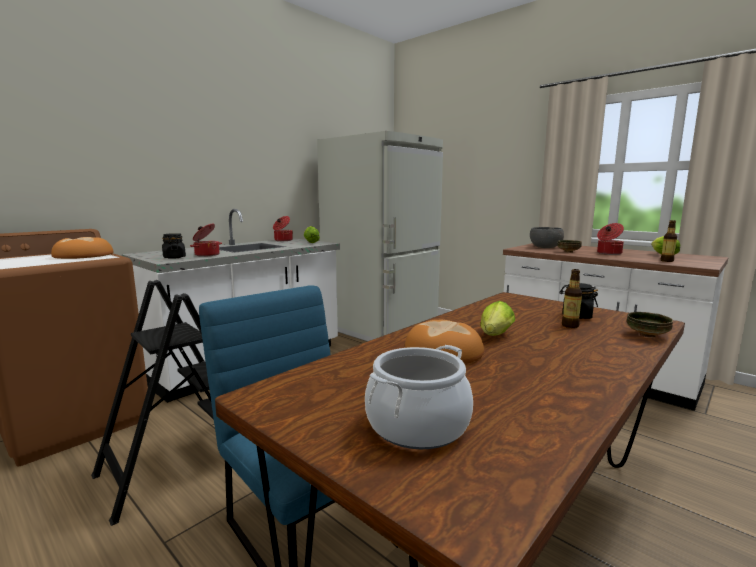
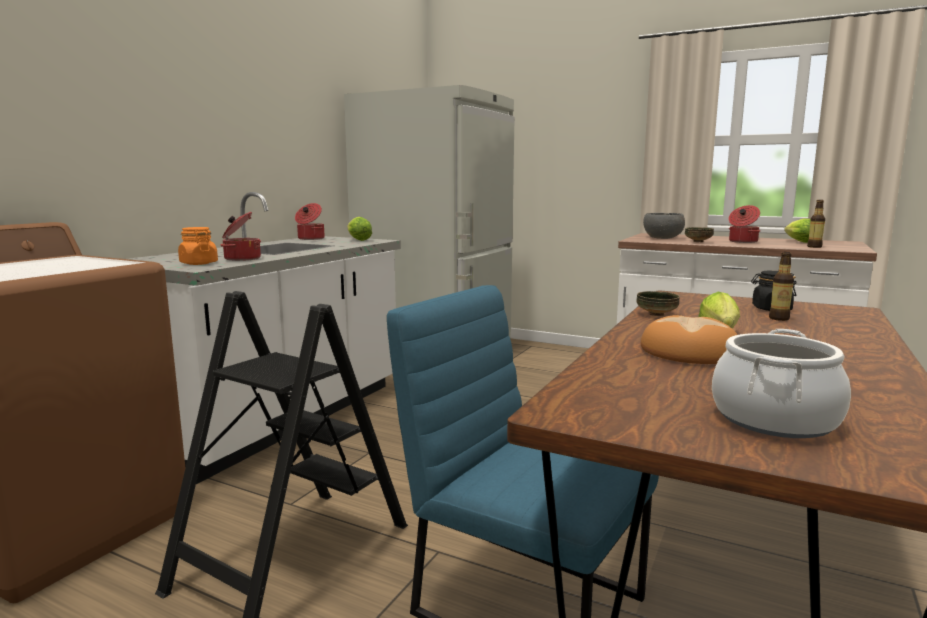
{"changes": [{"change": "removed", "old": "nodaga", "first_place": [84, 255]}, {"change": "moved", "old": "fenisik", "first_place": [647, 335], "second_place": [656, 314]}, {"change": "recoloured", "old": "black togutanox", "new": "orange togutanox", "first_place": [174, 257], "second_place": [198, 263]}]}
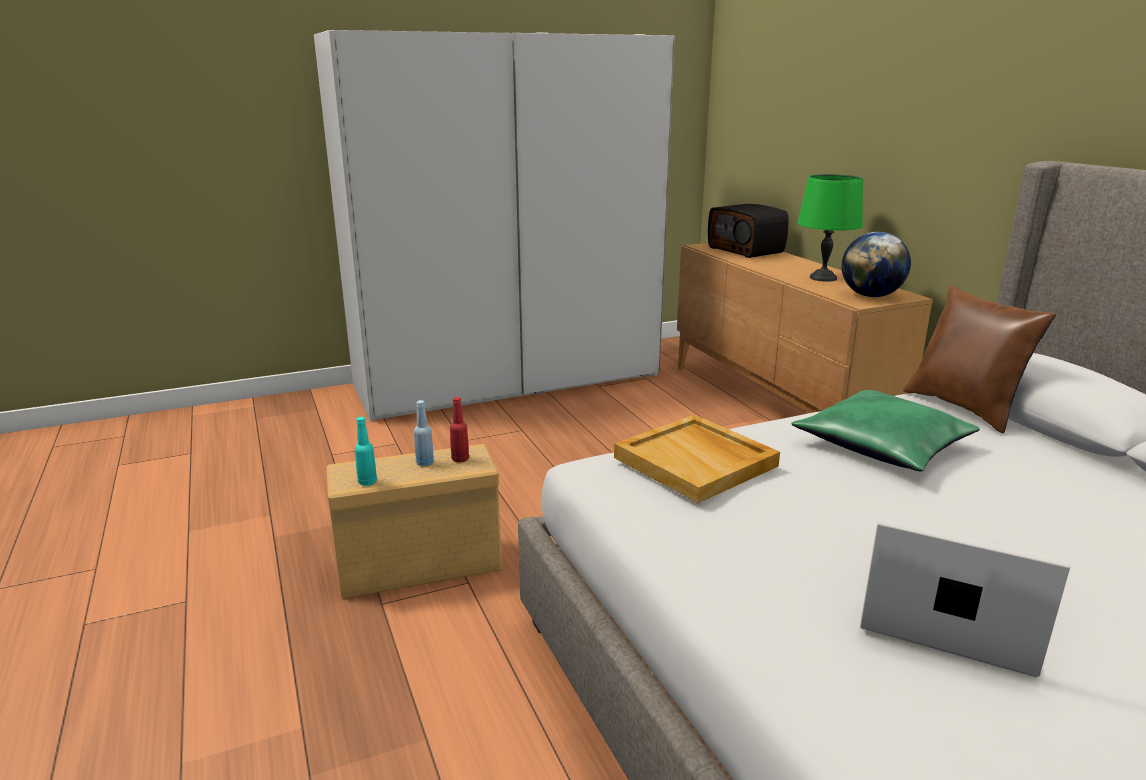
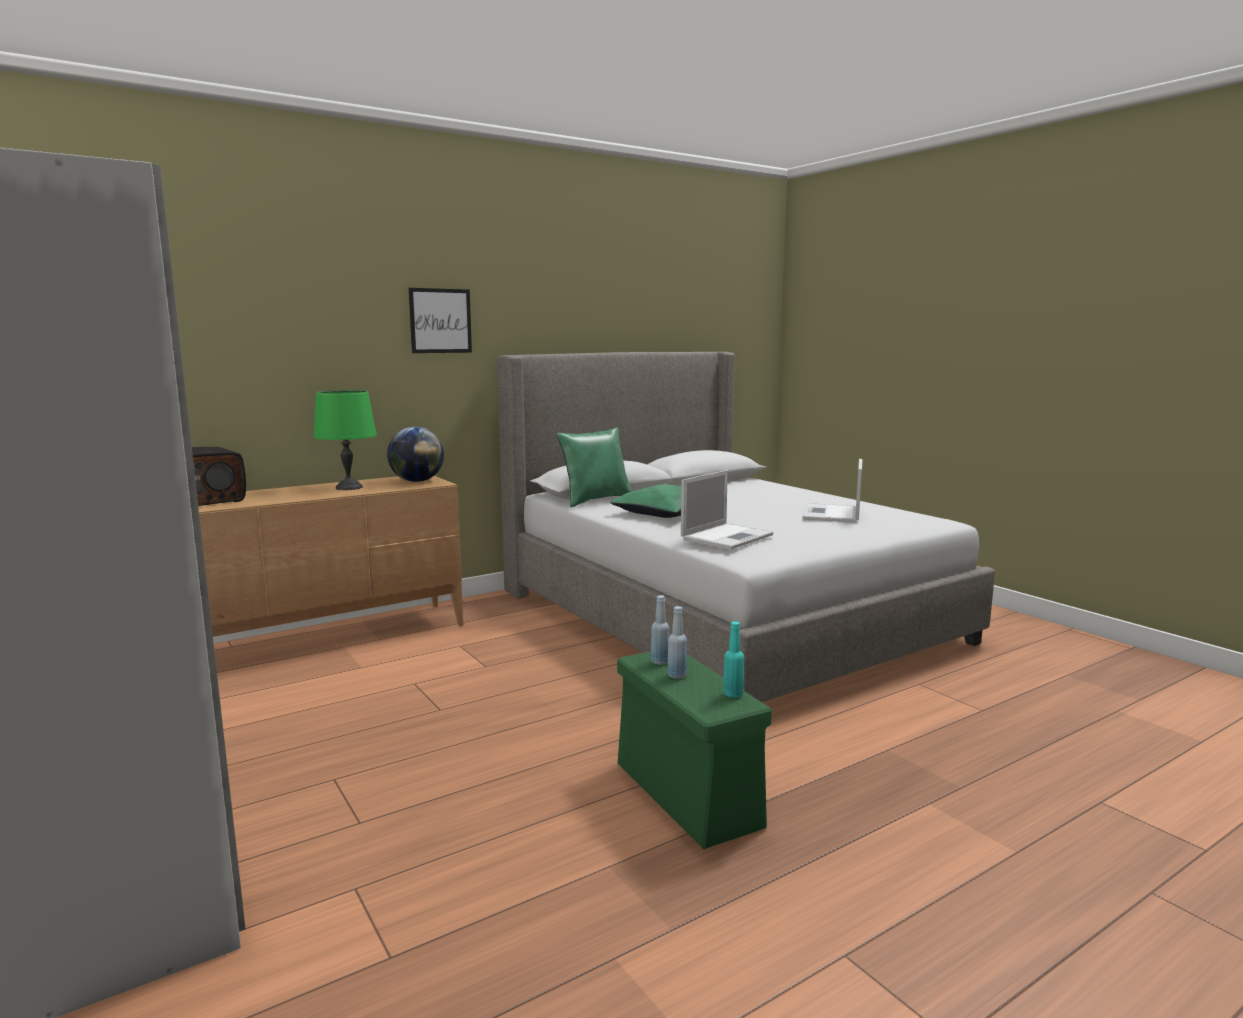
{"changes": [{"change": "added", "new": "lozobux", "second_place": [440, 321]}, {"change": "replaced", "old": "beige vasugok", "new": "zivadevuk", "first_place": [697, 462], "second_place": [727, 537]}, {"change": "recoloured", "old": "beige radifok", "new": "green radifok", "first_place": [422, 565], "second_place": [685, 793]}, {"change": "recoloured", "old": "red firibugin", "new": "blue firibugin", "first_place": [460, 459], "second_place": [660, 662]}, {"change": "recoloured", "old": "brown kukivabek", "new": "green kukivabek", "first_place": [965, 408], "second_place": [596, 500]}]}
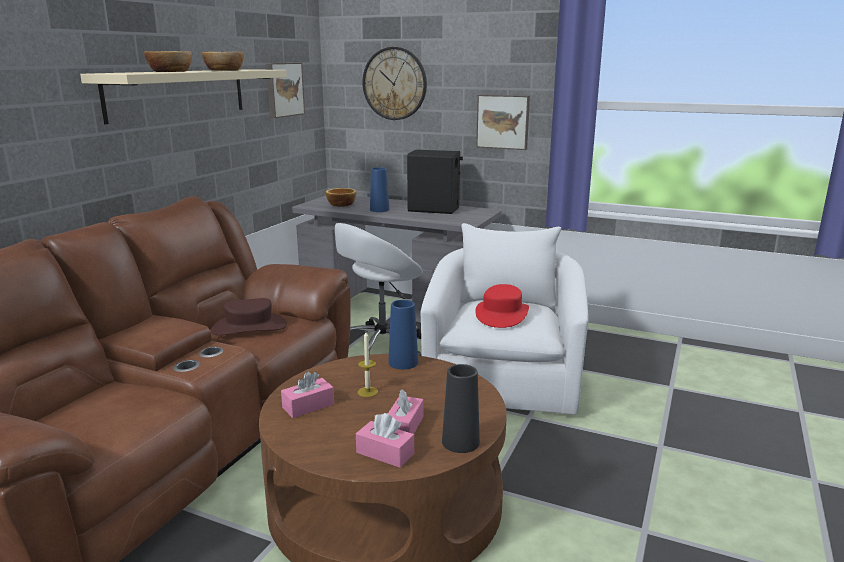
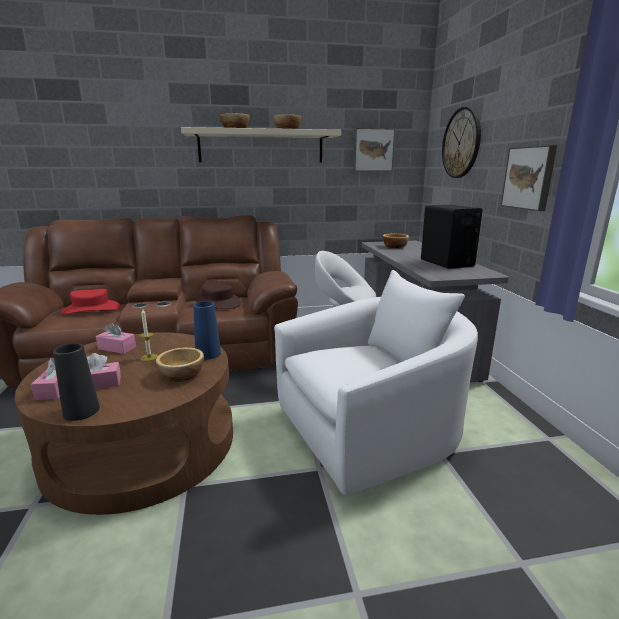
{"changes": [{"change": "removed", "old": "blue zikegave", "first_place": [379, 210]}, {"change": "added", "new": "fenisik", "second_place": [183, 374]}, {"change": "moved", "old": "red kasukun", "first_place": [502, 314], "second_place": [91, 309]}]}
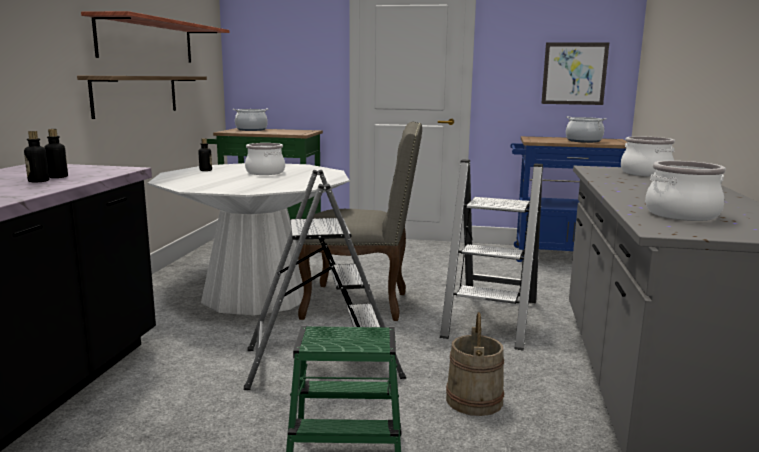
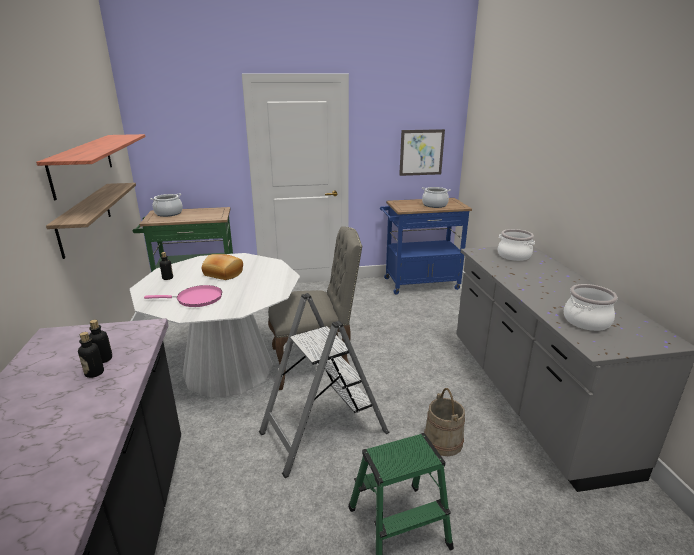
{"changes": [{"change": "removed", "old": "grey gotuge", "first_place": [492, 317]}, {"change": "added", "new": "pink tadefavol", "second_place": [196, 299]}, {"change": "replaced", "old": "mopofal", "new": "nodaga", "first_place": [265, 172], "second_place": [223, 274]}]}
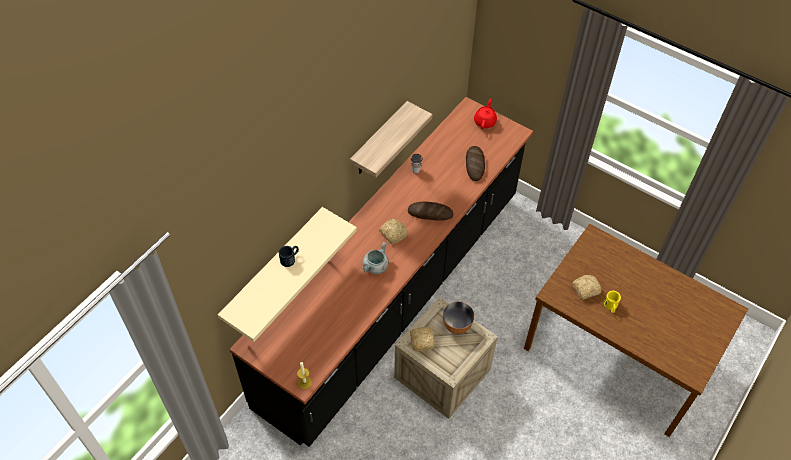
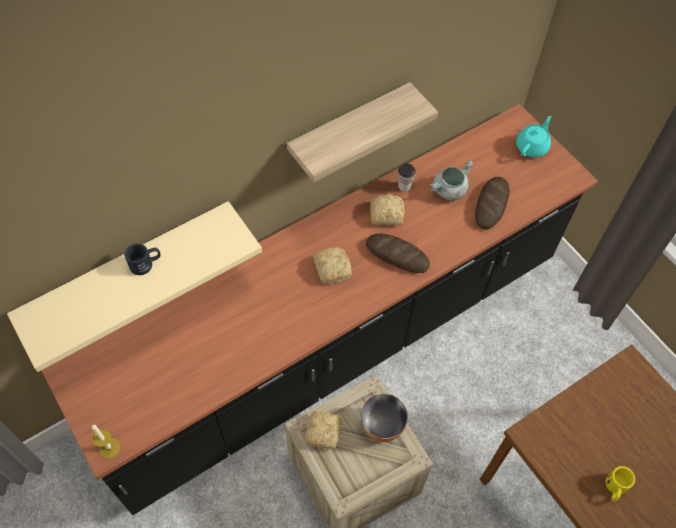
{"changes": [{"change": "moved", "old": "grey mopofal", "first_place": [375, 267], "second_place": [449, 191]}, {"change": "moved", "old": "nodaga", "first_place": [585, 289], "second_place": [385, 214]}, {"change": "recoloured", "old": "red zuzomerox", "new": "turquoise zuzomerox", "first_place": [485, 121], "second_place": [532, 147]}]}
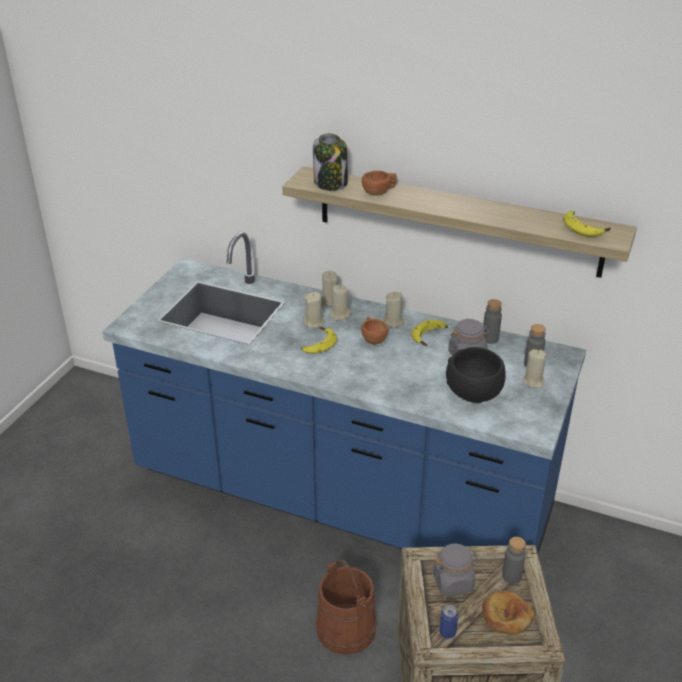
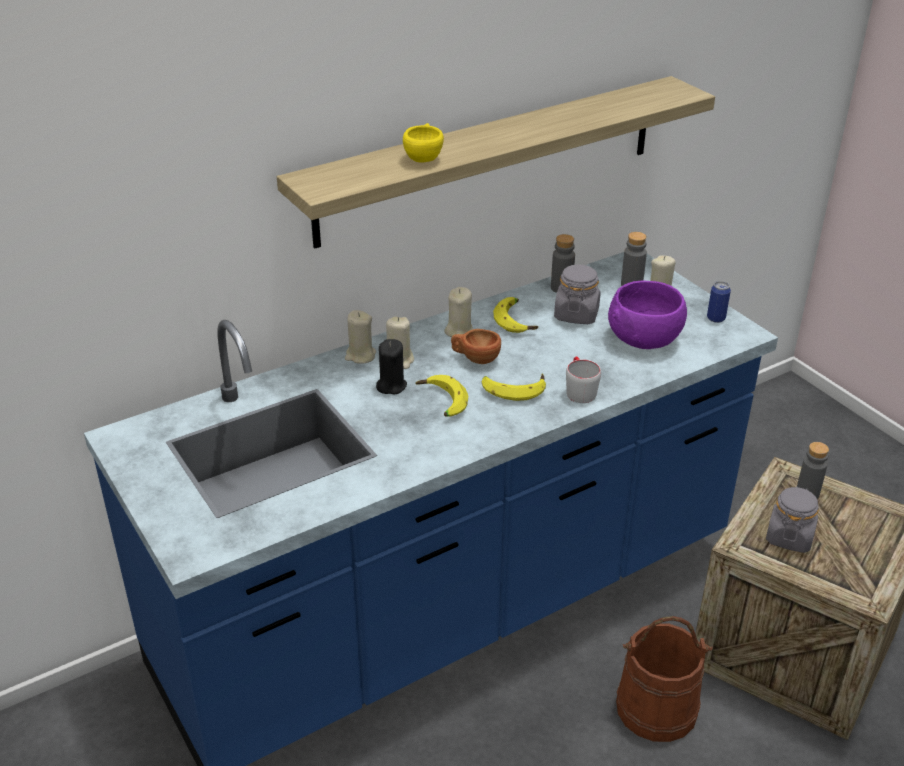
{"changes": [{"change": "removed", "old": "togutanox", "first_place": [331, 183]}, {"change": "removed", "old": "nodaga", "first_place": [506, 616]}, {"change": "added", "new": "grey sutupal", "second_place": [579, 390]}, {"change": "moved", "old": "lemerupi", "first_place": [447, 632], "second_place": [716, 318]}, {"change": "moved", "old": "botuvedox", "first_place": [584, 228], "second_place": [514, 389]}, {"change": "recoloured", "old": "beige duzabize", "new": "black duzabize", "first_place": [314, 322], "second_place": [391, 385]}, {"change": "recoloured", "old": "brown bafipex", "new": "yellow bafipex", "first_place": [379, 192], "second_place": [424, 157]}, {"change": "recoloured", "old": "black fenisik", "new": "purple fenisik", "first_place": [473, 392], "second_place": [644, 339]}]}
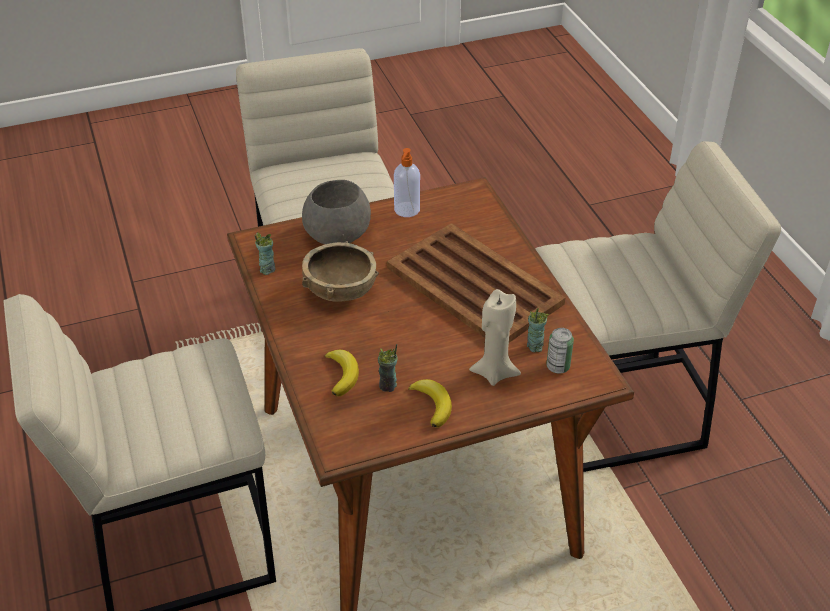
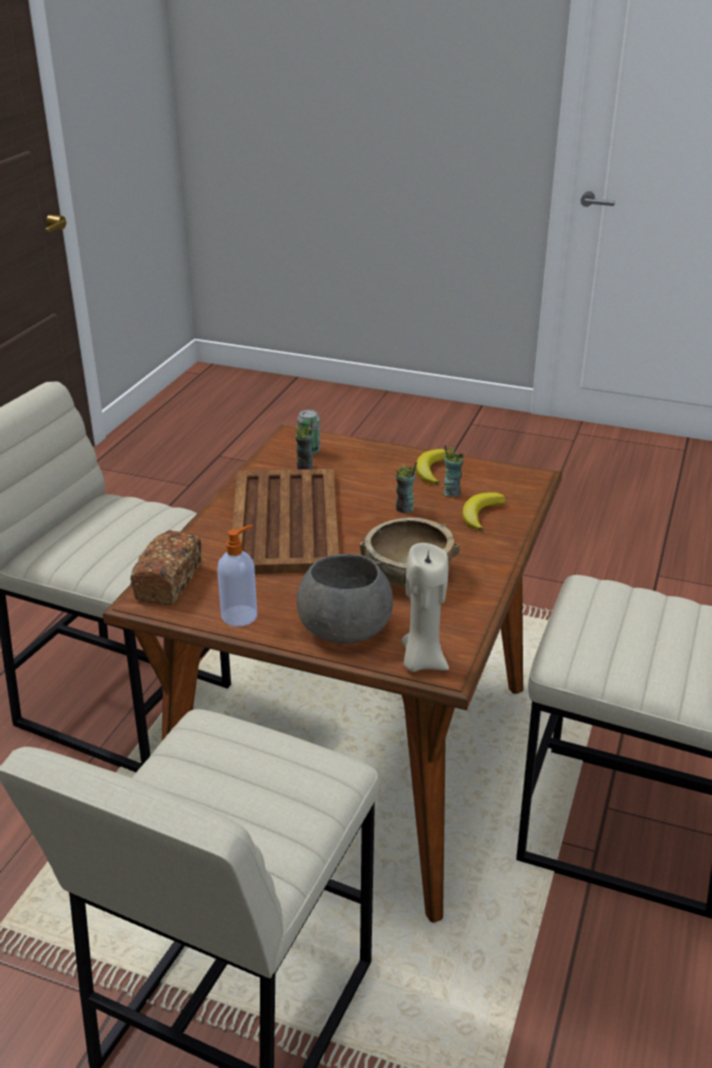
{"changes": [{"change": "added", "new": "nodaga", "second_place": [168, 581]}, {"change": "moved", "old": "bafipex", "first_place": [267, 269], "second_place": [404, 509]}, {"change": "moved", "old": "beige duzabize", "first_place": [494, 372], "second_place": [422, 661]}]}
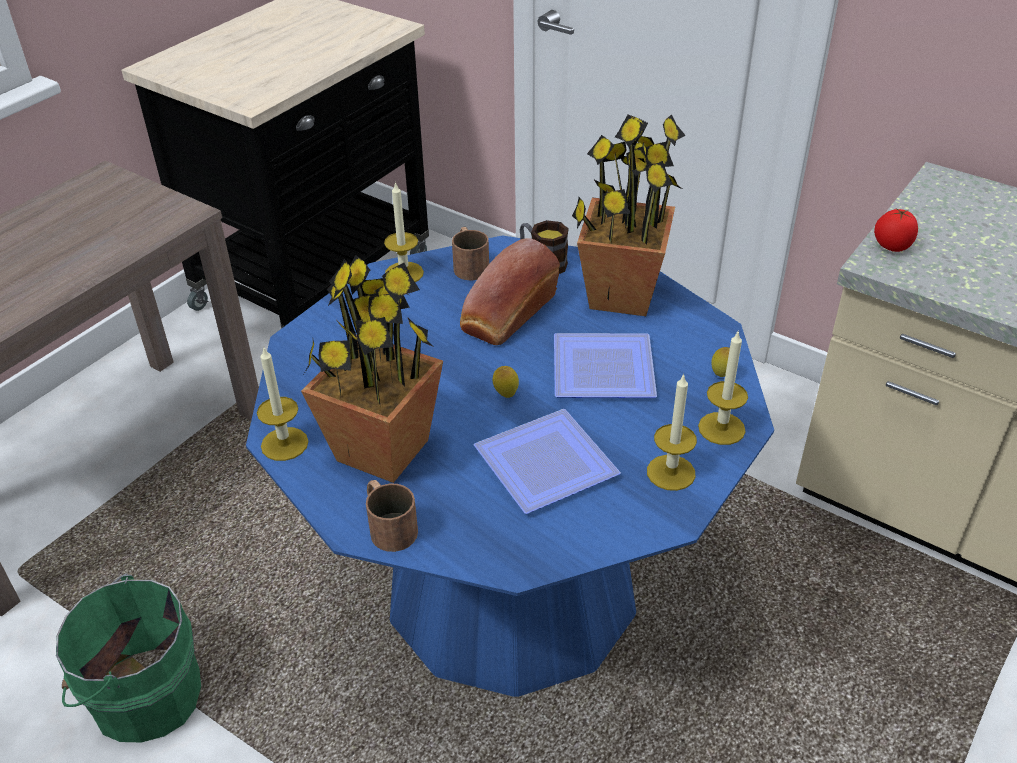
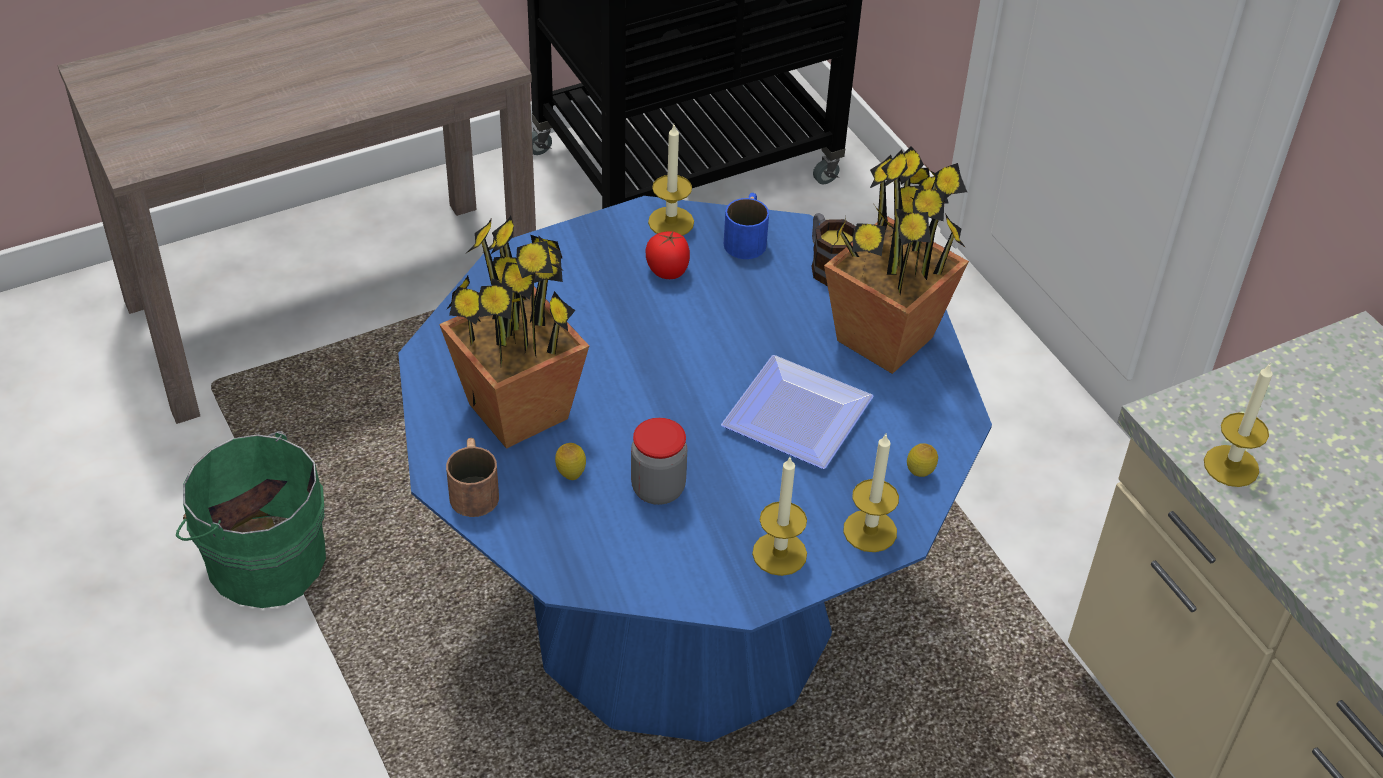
{"changes": [{"change": "removed", "old": "nodaga", "first_place": [507, 315]}, {"change": "moved", "old": "duzabize", "first_place": [284, 444], "second_place": [1231, 466]}, {"change": "moved", "old": "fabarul", "first_place": [505, 395], "second_place": [571, 475]}, {"change": "moved", "old": "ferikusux", "first_place": [891, 247], "second_place": [667, 272]}, {"change": "replaced", "old": "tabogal", "new": "togutanox", "first_place": [540, 463], "second_place": [658, 488]}, {"change": "recoloured", "old": "brown sutupal", "new": "blue sutupal", "first_place": [469, 264], "second_place": [747, 237]}]}
